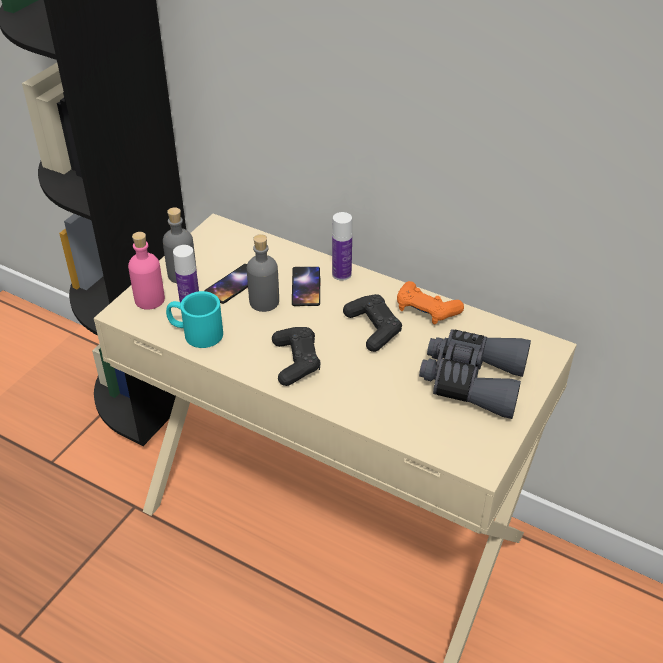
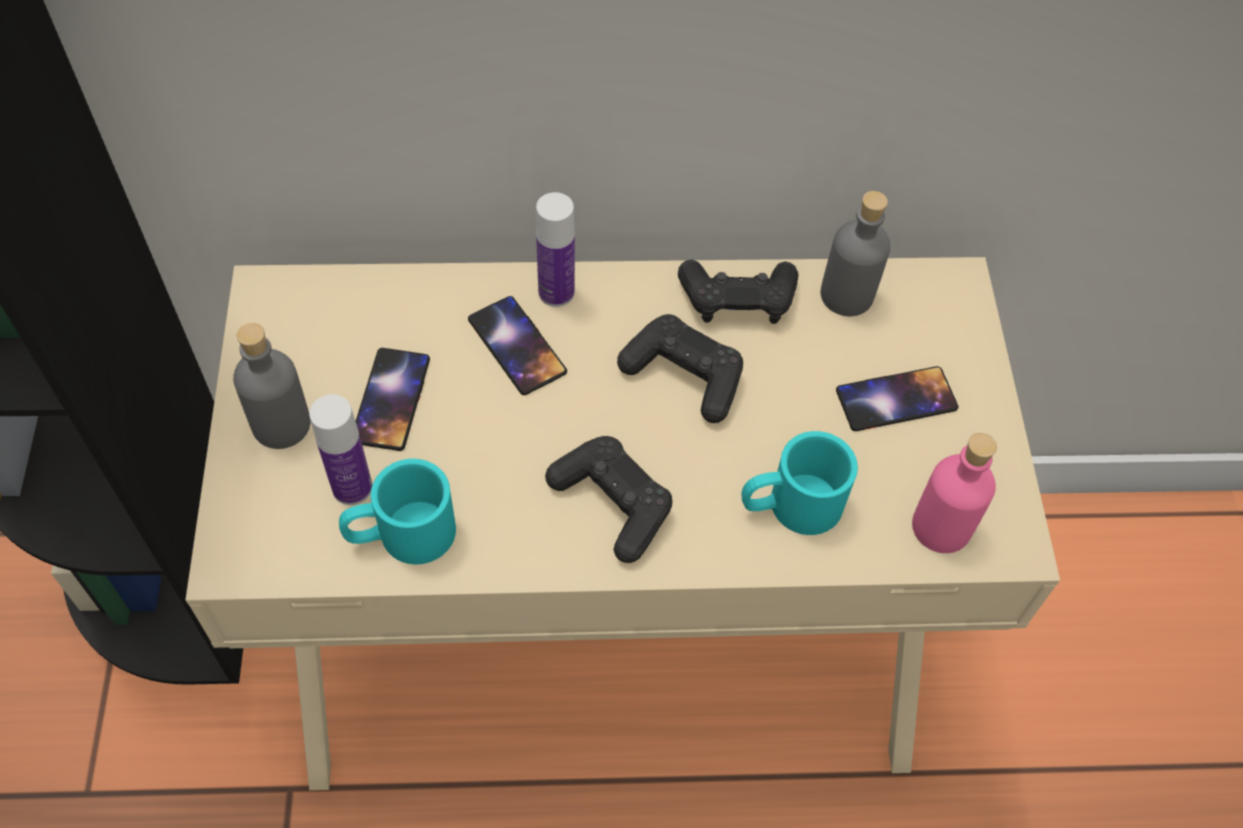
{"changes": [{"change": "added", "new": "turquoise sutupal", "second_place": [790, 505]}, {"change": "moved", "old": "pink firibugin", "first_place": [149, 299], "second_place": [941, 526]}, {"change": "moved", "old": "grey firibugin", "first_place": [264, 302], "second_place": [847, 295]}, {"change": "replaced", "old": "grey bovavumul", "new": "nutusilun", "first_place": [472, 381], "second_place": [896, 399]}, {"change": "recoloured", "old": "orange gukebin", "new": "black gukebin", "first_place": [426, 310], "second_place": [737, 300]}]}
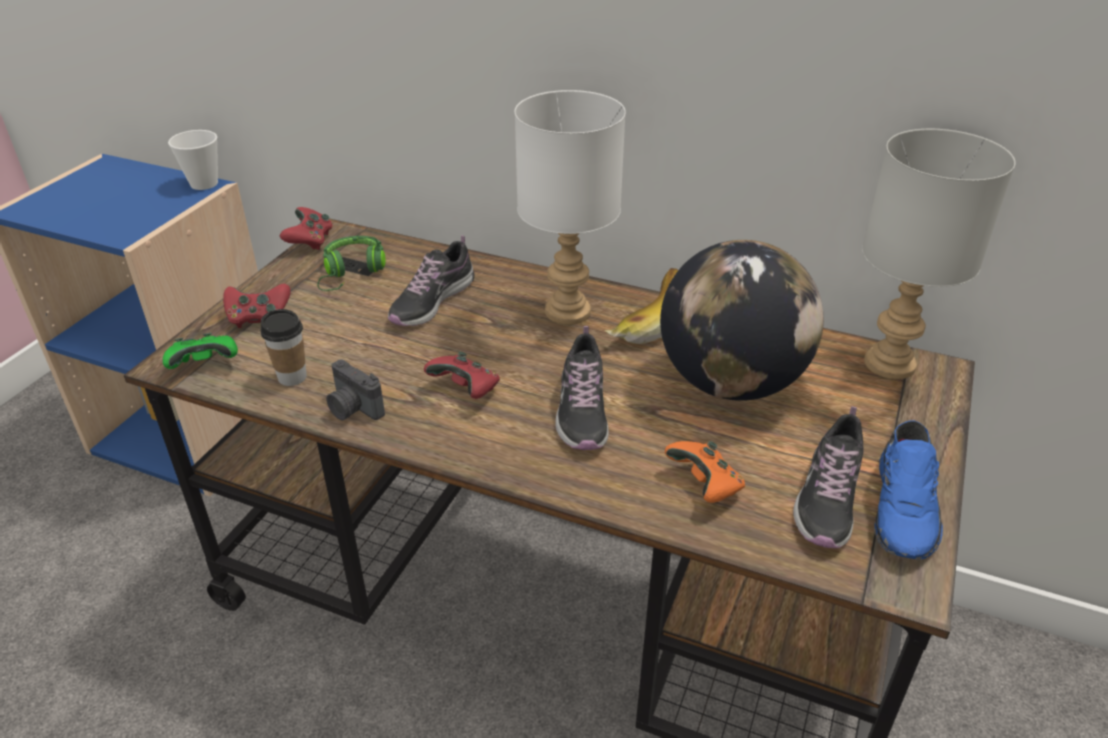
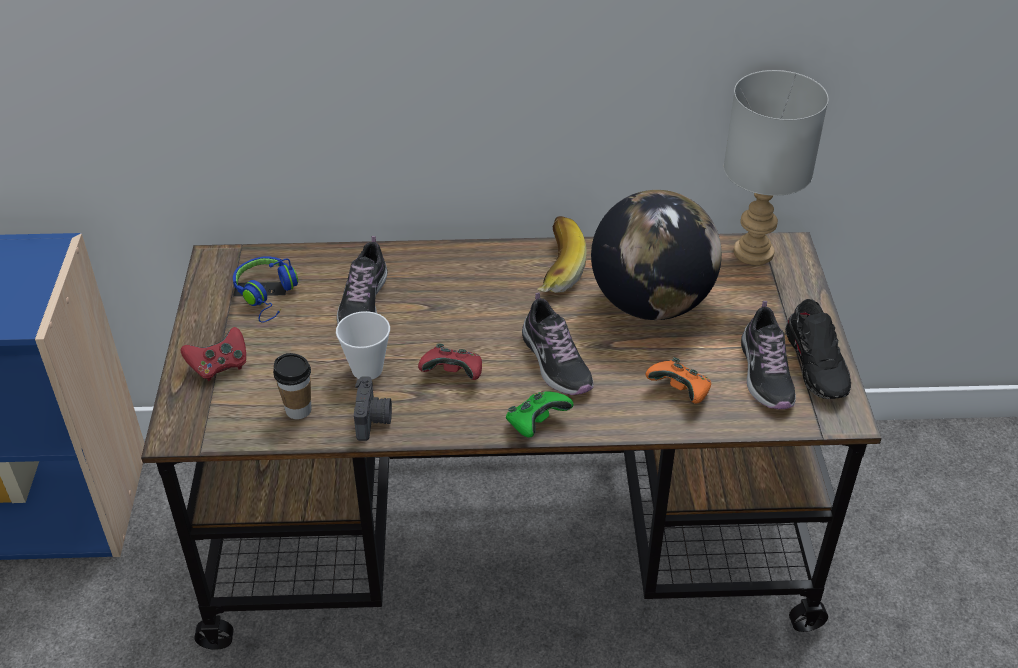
{"changes": [{"change": "removed", "old": "red gukebin", "first_place": [310, 241]}, {"change": "removed", "old": "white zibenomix", "first_place": [569, 312]}, {"change": "moved", "old": "green gukebin", "first_place": [205, 365], "second_place": [536, 424]}, {"change": "moved", "old": "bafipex", "first_place": [204, 184], "second_place": [367, 369]}, {"change": "recoloured", "old": "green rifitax", "new": "blue rifitax", "first_place": [352, 272], "second_place": [268, 295]}, {"change": "recoloured", "old": "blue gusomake", "new": "black gusomake", "first_place": [905, 509], "second_place": [818, 364]}, {"change": "turned", "old": "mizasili", "first_place": [353, 409], "second_place": [373, 420], "degrees": -105}]}
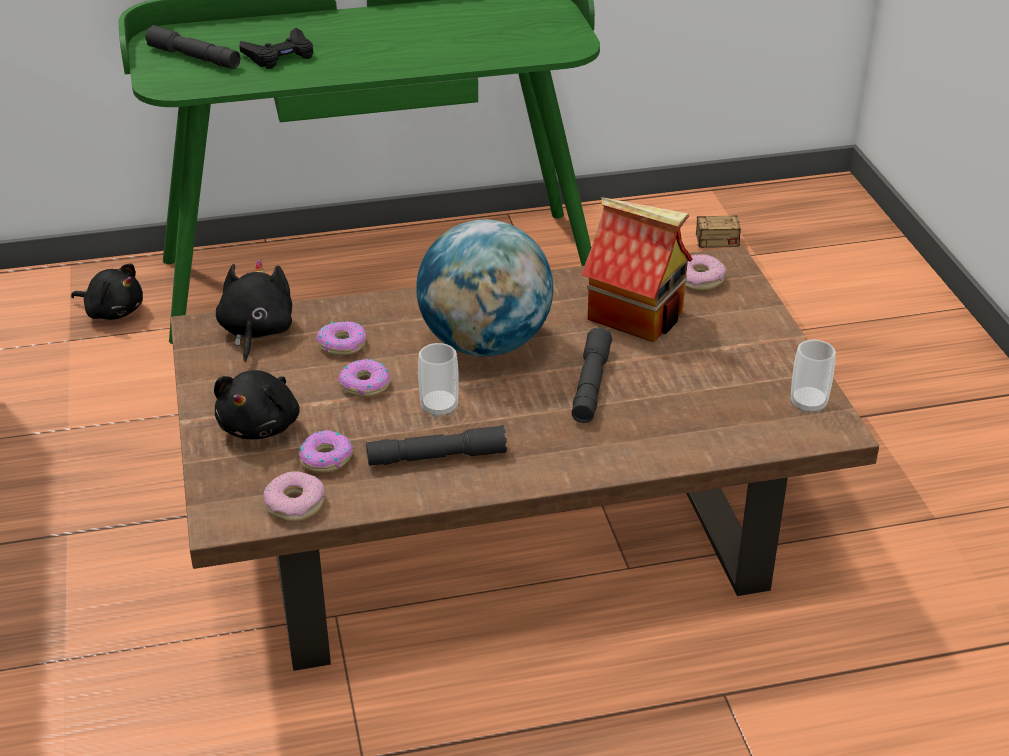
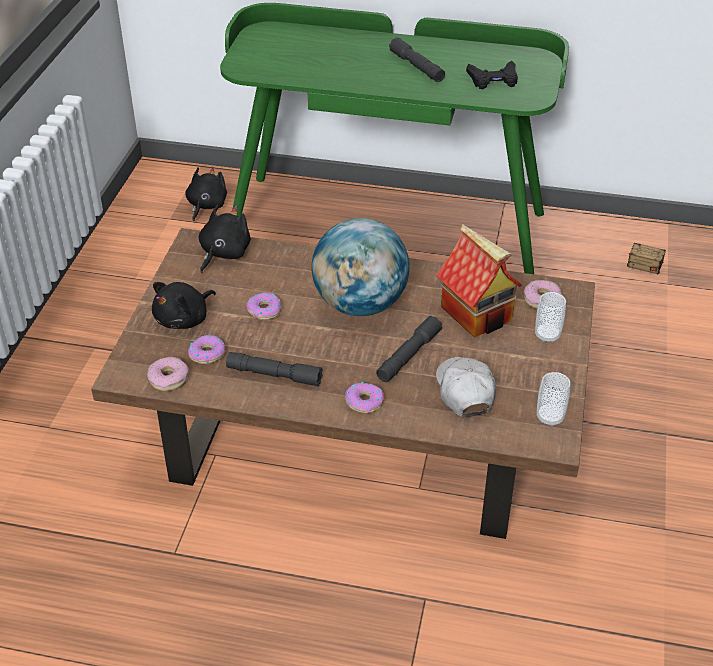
{"changes": [{"change": "added", "new": "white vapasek", "second_place": [464, 391]}, {"change": "moved", "old": "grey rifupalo", "first_place": [194, 57], "second_place": [416, 67]}, {"change": "moved", "old": "black gukebin", "first_place": [280, 55], "second_place": [493, 80]}, {"change": "moved", "old": "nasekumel", "first_place": [342, 344], "second_place": [364, 402]}, {"change": "moved", "old": "bafipex", "first_place": [439, 407], "second_place": [547, 335]}, {"change": "turned", "old": "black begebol", "first_place": [113, 311], "second_place": [206, 206], "degrees": -120}]}
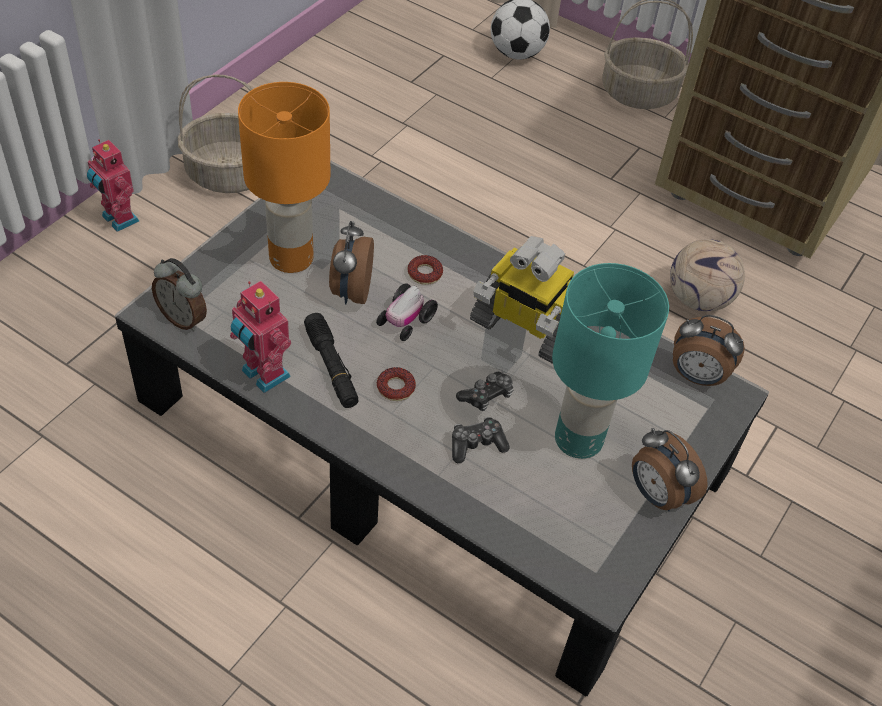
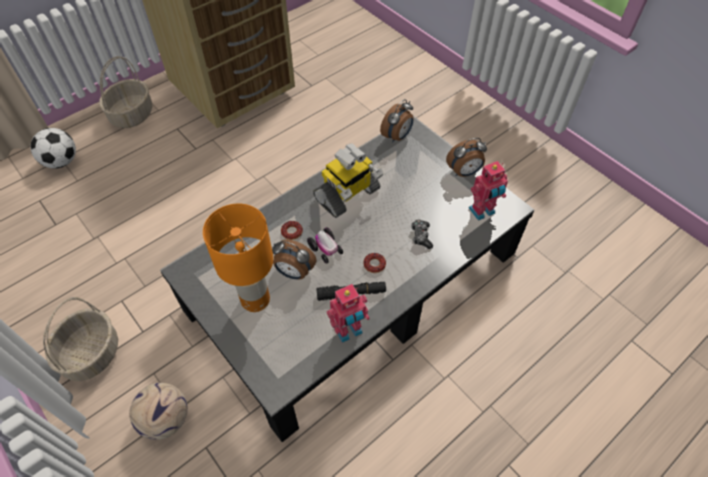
{"changes": [{"change": "removed", "old": "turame", "first_place": [184, 318]}, {"change": "removed", "old": "gukebin", "first_place": [486, 396]}, {"change": "removed", "old": "turquoise zibenomix", "first_place": [577, 439]}, {"change": "moved", "old": "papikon", "first_place": [118, 219], "second_place": [482, 212]}, {"change": "moved", "old": "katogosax", "first_place": [697, 299], "second_place": [165, 419]}]}
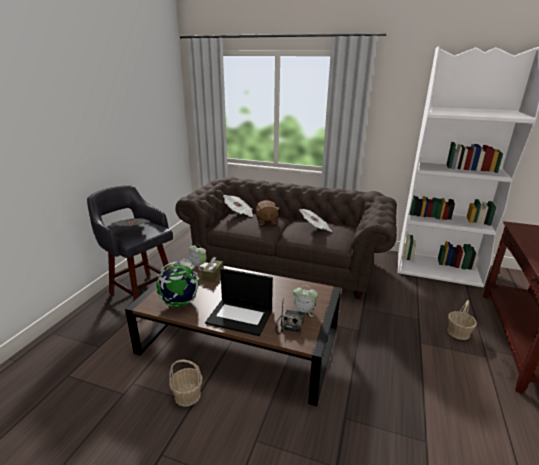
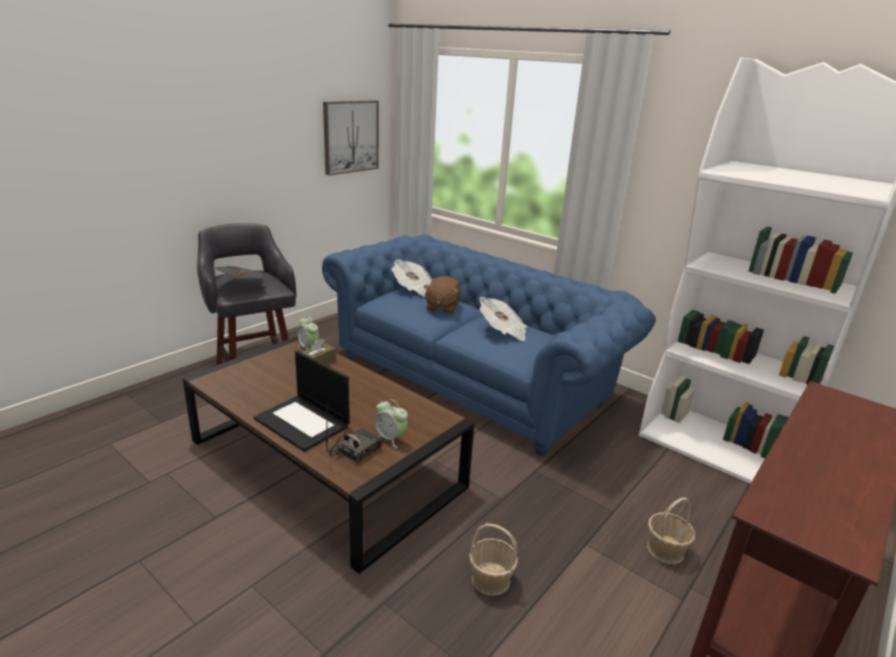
{"changes": [{"change": "removed", "old": "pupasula", "first_place": [180, 303]}, {"change": "added", "new": "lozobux", "second_place": [350, 136]}, {"change": "moved", "old": "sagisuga", "first_place": [187, 395], "second_place": [490, 579]}, {"change": "recoloured", "old": "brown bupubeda", "new": "blue bupubeda", "first_place": [287, 262], "second_place": [473, 378]}]}
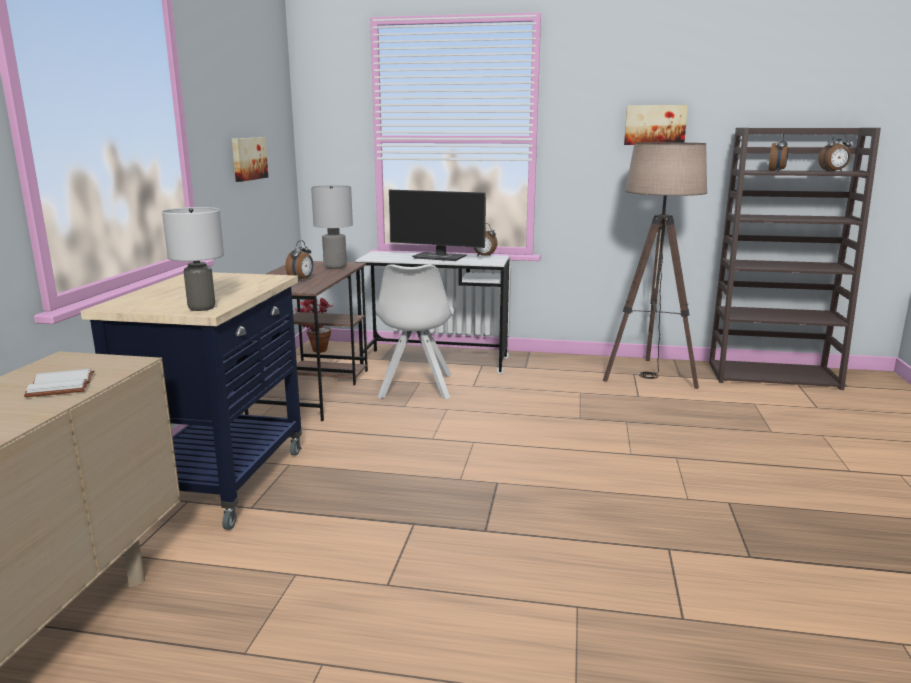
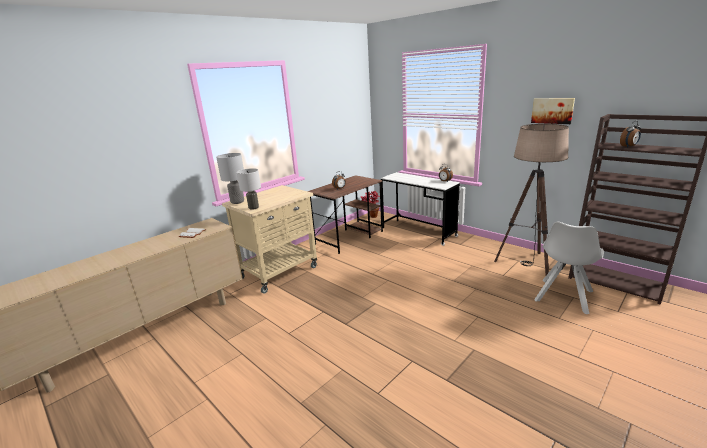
{"changes": [{"change": "removed", "old": "lozobux", "first_place": [248, 158]}, {"change": "removed", "old": "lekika", "first_place": [440, 257]}, {"change": "removed", "old": "turame", "first_place": [833, 171]}, {"change": "moved", "old": "grey zibenomix", "first_place": [335, 268], "second_place": [237, 202]}, {"change": "moved", "old": "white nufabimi", "first_place": [415, 387], "second_place": [563, 296]}, {"change": "recoloured", "old": "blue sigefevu", "new": "beige sigefevu", "first_place": [220, 481], "second_place": [279, 272]}]}
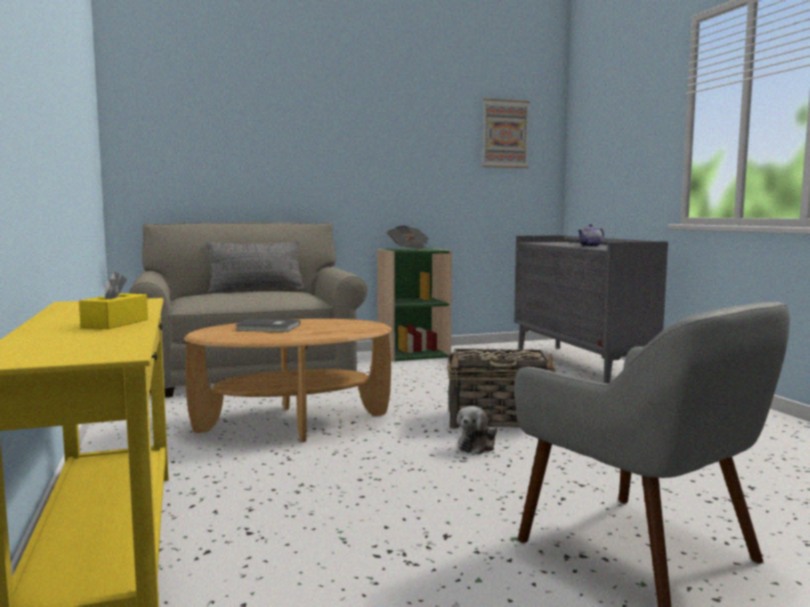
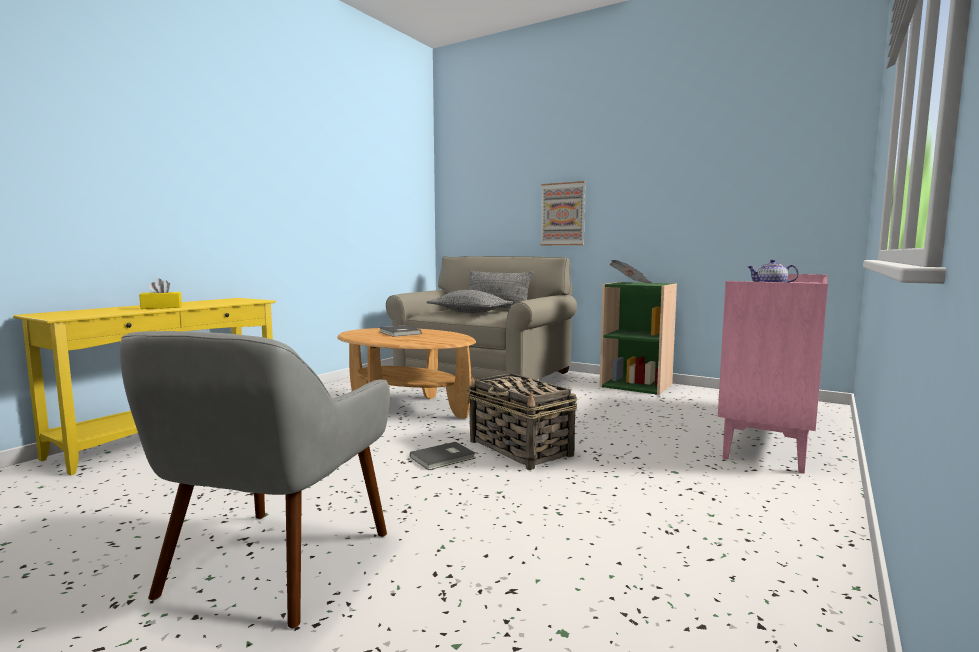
{"changes": [{"change": "added", "new": "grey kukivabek", "second_place": [469, 312]}, {"change": "moved", "old": "lozobux", "first_place": [505, 134], "second_place": [563, 214]}, {"change": "replaced", "old": "begebol", "new": "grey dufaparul", "first_place": [478, 445], "second_place": [444, 458]}, {"change": "recoloured", "old": "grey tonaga", "new": "pink tonaga", "first_place": [579, 365], "second_place": [771, 433]}]}
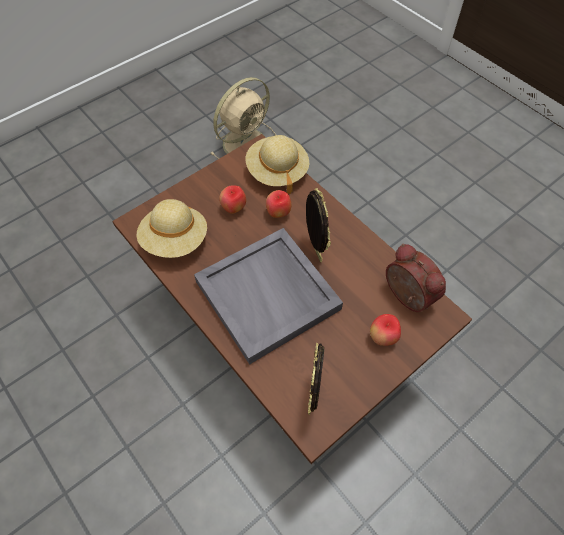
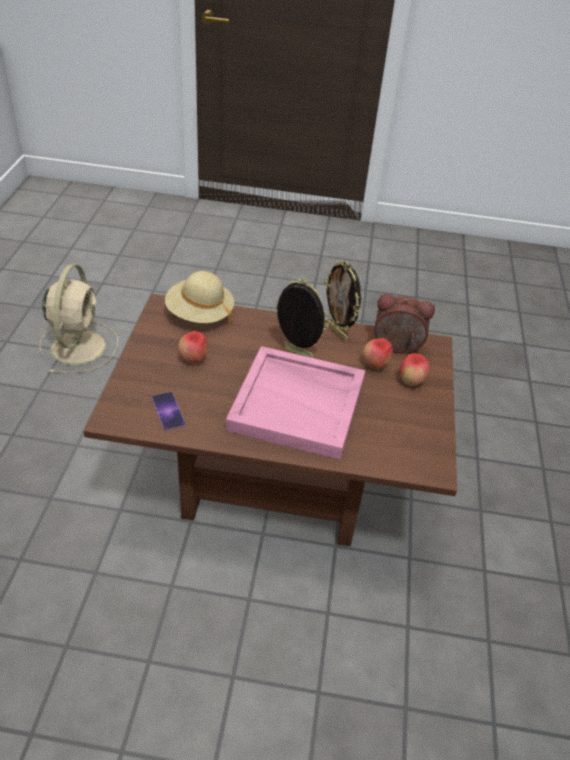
{"changes": [{"change": "moved", "old": "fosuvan", "first_place": [278, 213], "second_place": [375, 365]}, {"change": "moved", "old": "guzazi", "first_place": [312, 397], "second_place": [337, 333]}, {"change": "replaced", "old": "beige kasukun", "new": "nutusilun", "first_place": [175, 240], "second_place": [168, 411]}, {"change": "recoloured", "old": "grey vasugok", "new": "pink vasugok", "first_place": [269, 295], "second_place": [299, 404]}]}
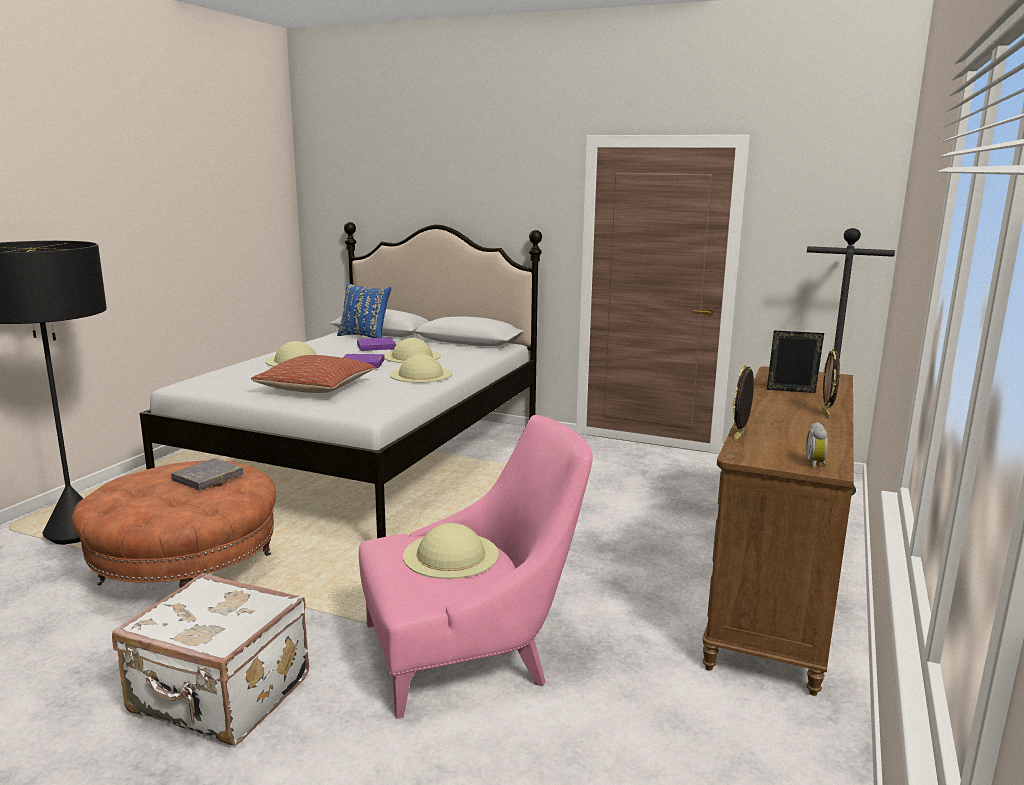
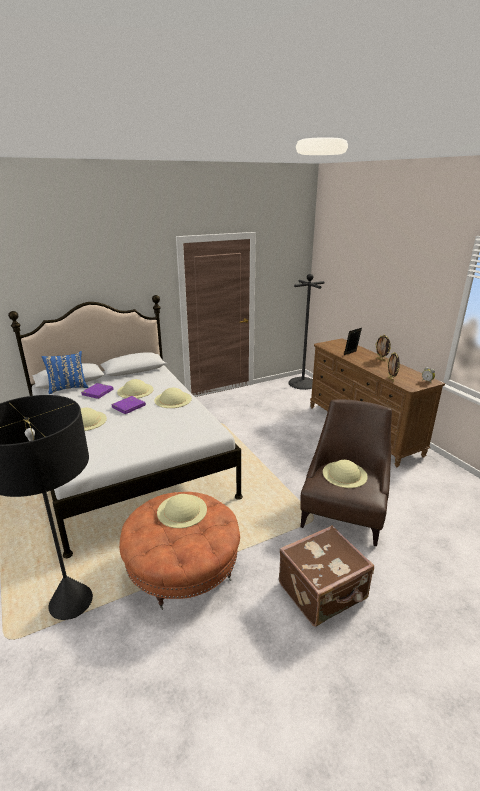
{"changes": [{"change": "removed", "old": "kukivabek", "first_place": [316, 388]}, {"change": "replaced", "old": "grey dufaparul", "new": "beige kasukun", "first_place": [208, 478], "second_place": [182, 510]}, {"change": "recoloured", "old": "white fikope", "new": "brown fikope", "first_place": [220, 697], "second_place": [323, 592]}, {"change": "recoloured", "old": "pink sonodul", "new": "brown sonodul", "first_place": [471, 650], "second_place": [344, 508]}]}
